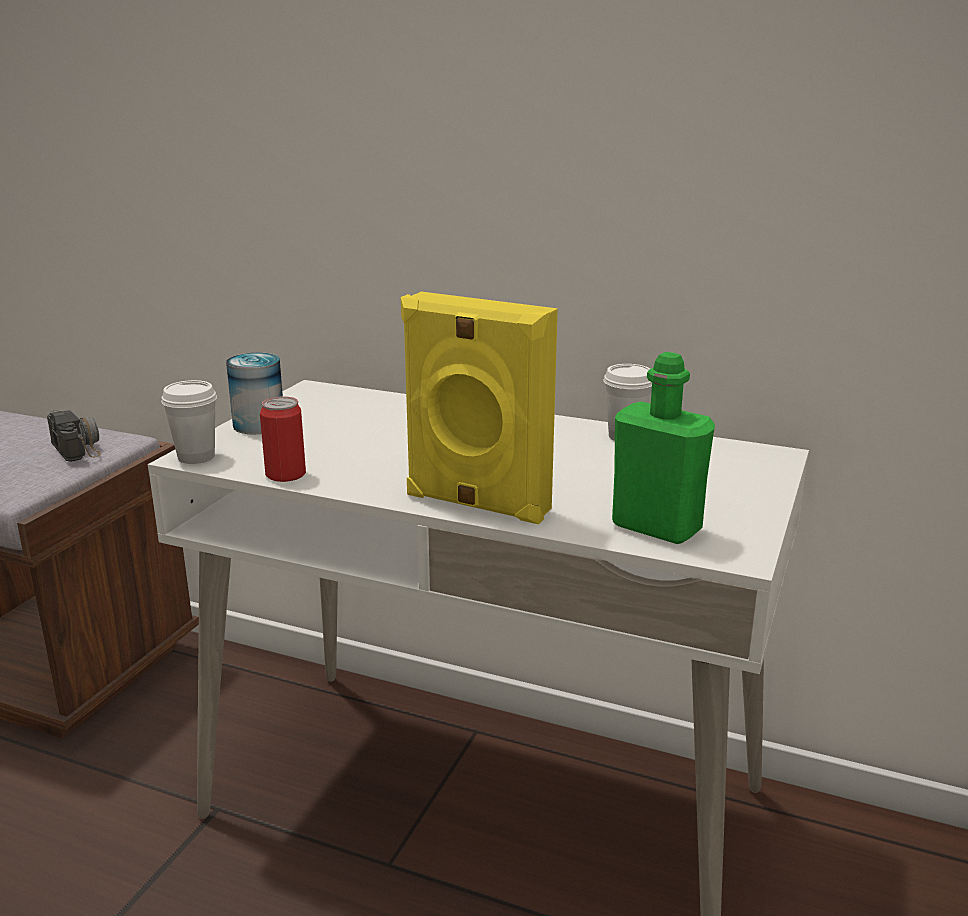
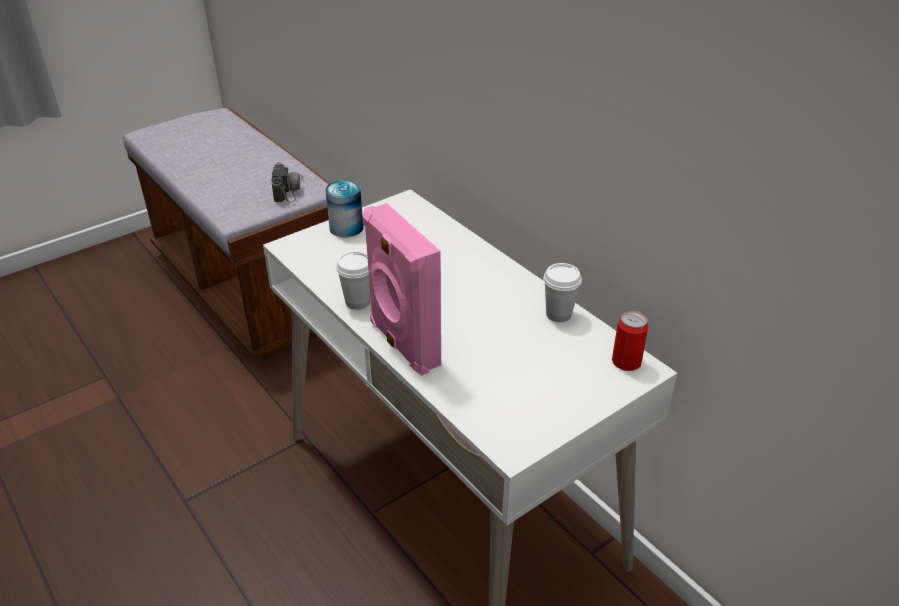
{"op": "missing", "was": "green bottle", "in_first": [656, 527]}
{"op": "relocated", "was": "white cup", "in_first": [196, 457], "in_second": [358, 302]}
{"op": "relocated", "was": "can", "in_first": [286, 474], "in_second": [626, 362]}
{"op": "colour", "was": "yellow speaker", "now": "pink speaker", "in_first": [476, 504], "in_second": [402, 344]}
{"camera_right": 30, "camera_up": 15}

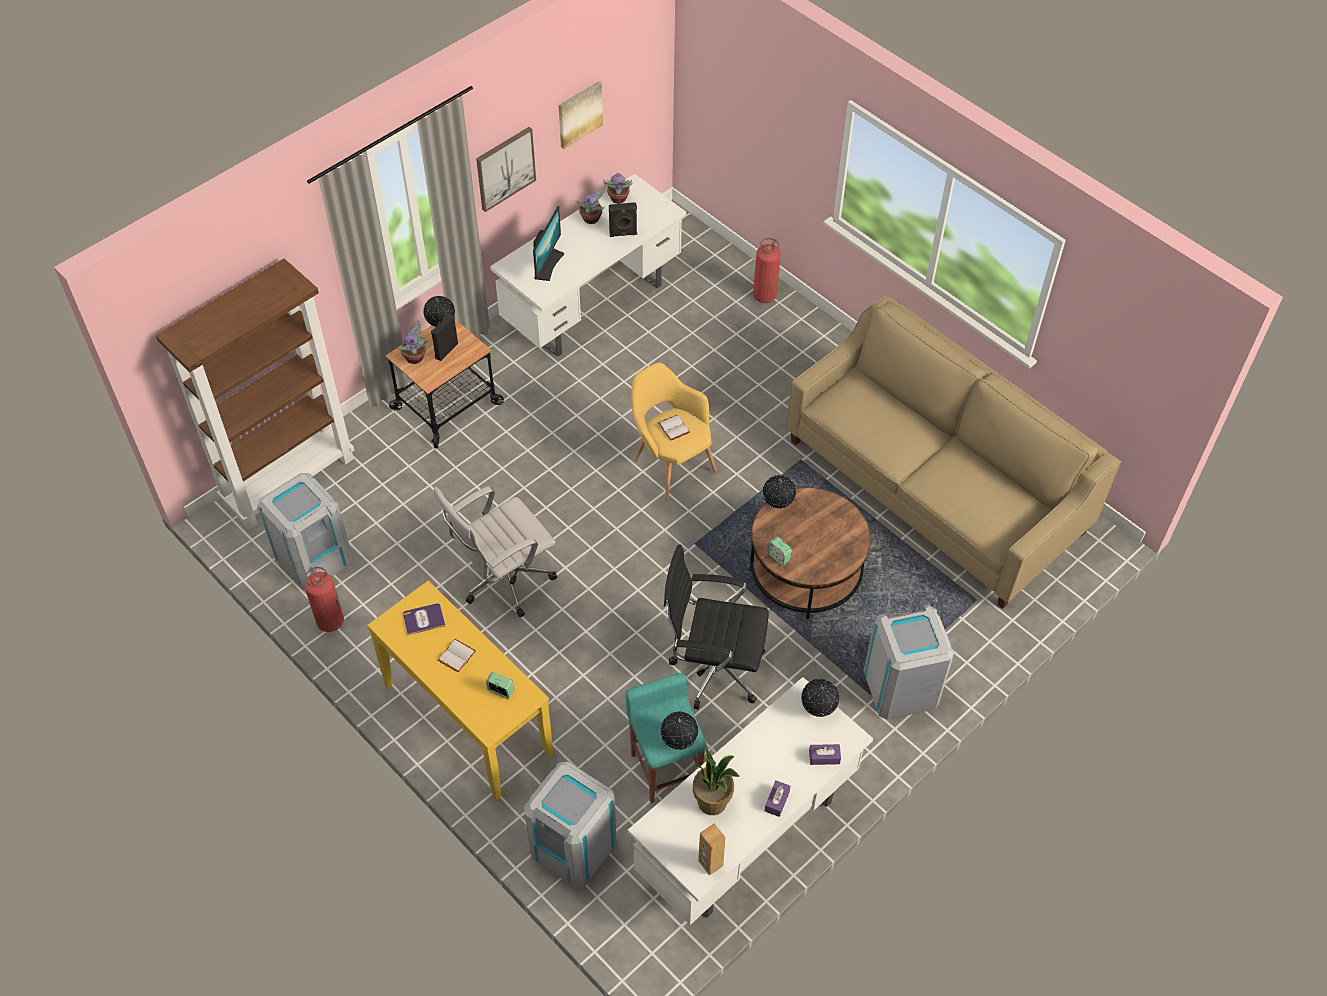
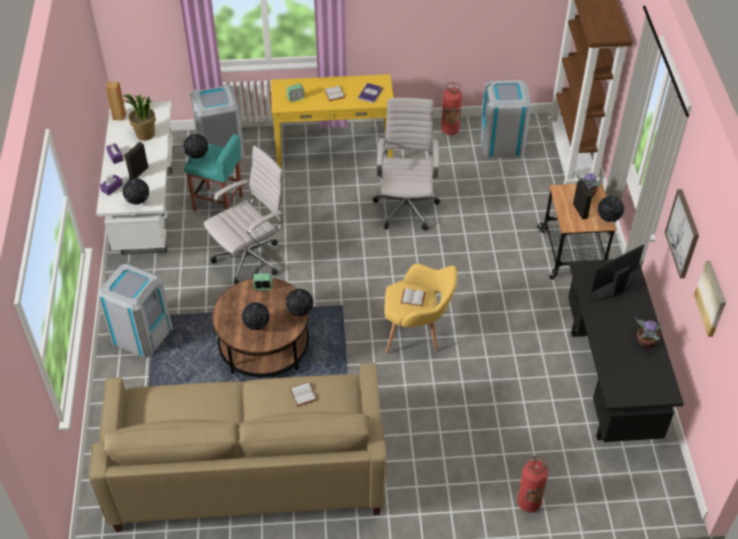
{"op": "missing", "was": "potted plant", "in_first": [618, 199]}
{"op": "appeared", "now": "globe", "in_second": [257, 327]}
{"op": "appeared", "now": "white book", "in_second": [302, 394]}
{"op": "relocated", "was": "black speaker", "in_first": [623, 234], "in_second": [138, 172]}
{"op": "colour", "was": "white desk", "now": "black desk", "in_first": [592, 305], "in_second": [609, 383]}
{"op": "colour", "was": "black office chair", "now": "white office chair", "in_first": [713, 669], "in_second": [251, 258]}
{"op": "spun", "was": "monitor", "in_first": [547, 265], "in_second": [613, 288], "clockwise": 90}
{"camera_right": 130, "camera_up": -5}

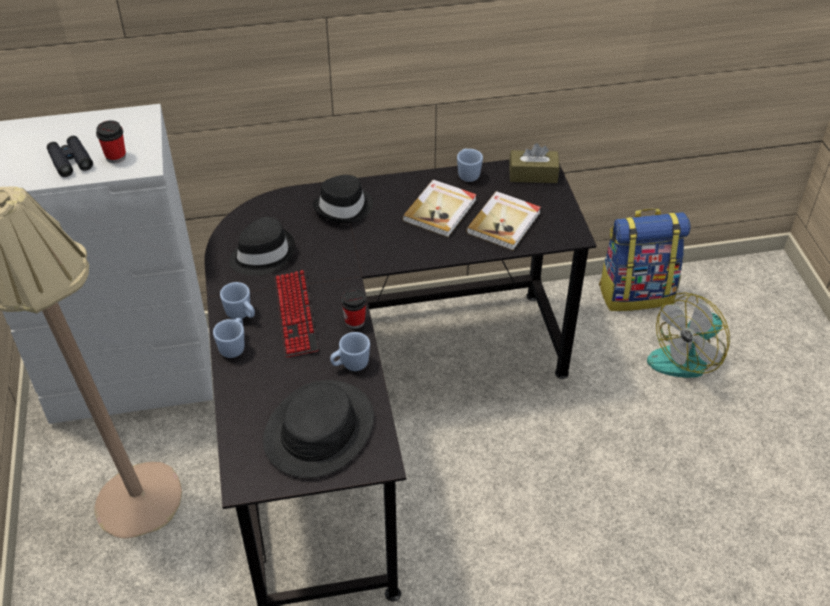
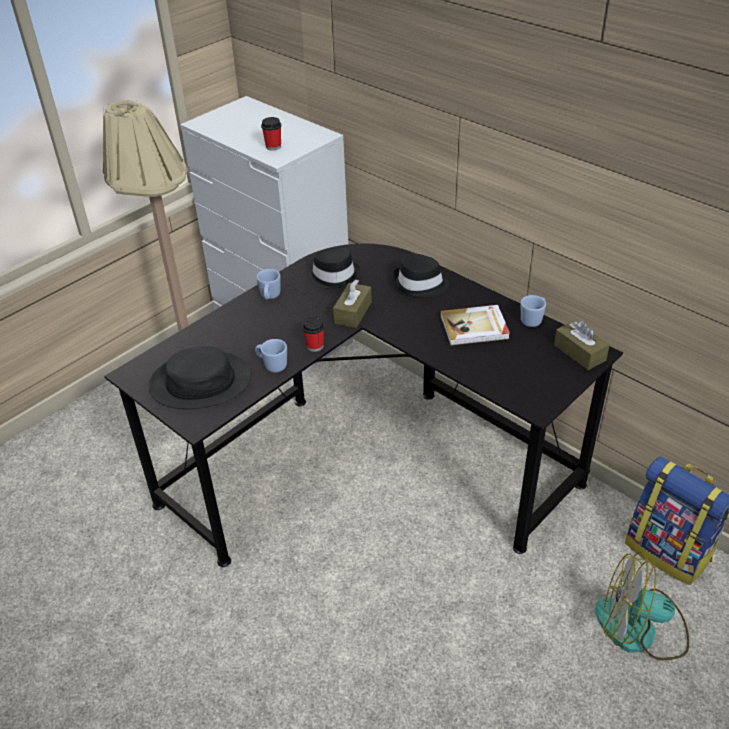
{"op": "missing", "was": "black binoculars", "in_first": [70, 161]}
{"op": "missing", "was": "blue mug", "in_first": [234, 346]}
{"op": "missing", "was": "keyboard", "in_first": [295, 314]}
{"op": "missing", "was": "book", "in_first": [505, 223]}
{"op": "appeared", "now": "brown tissue box", "in_second": [353, 312]}
{"camera_right": 55, "camera_up": -5}

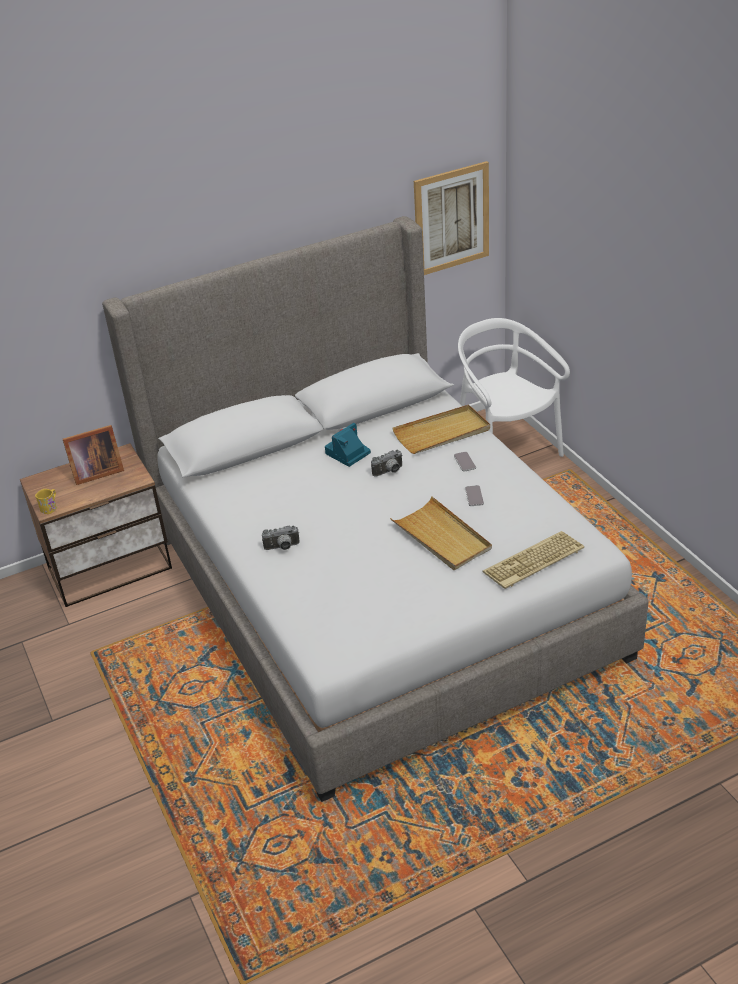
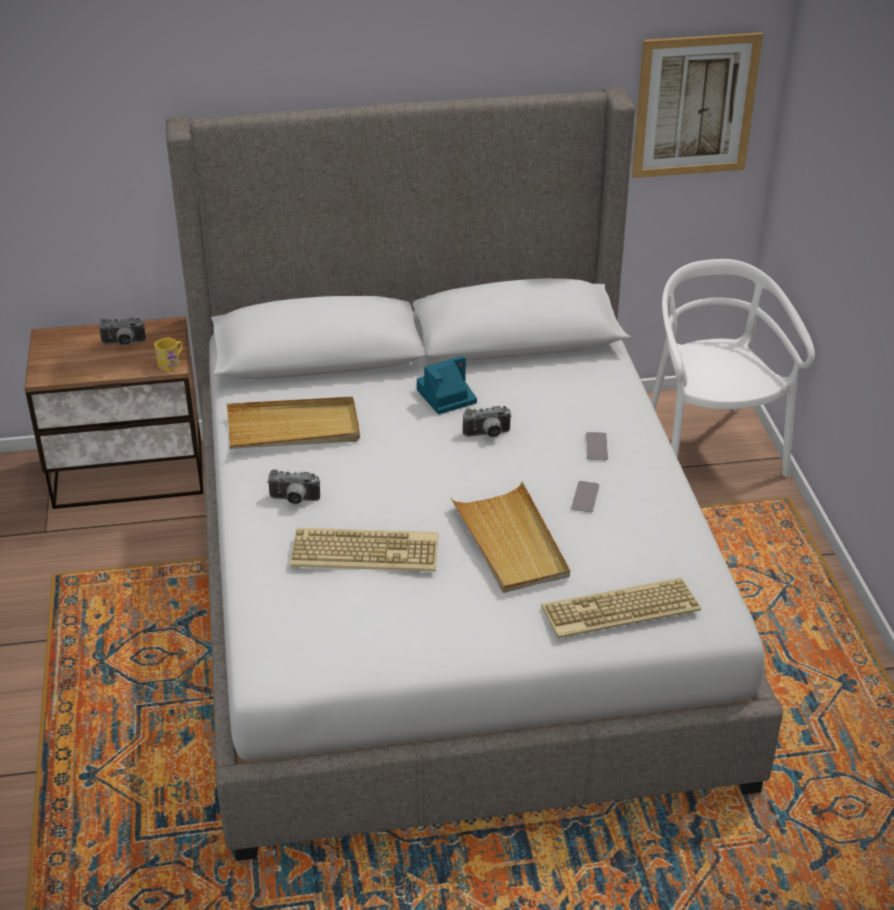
{"op": "appeared", "now": "keyboard", "in_second": [366, 550]}
{"op": "relocated", "was": "yellow mug", "in_first": [50, 507], "in_second": [172, 364]}
{"op": "relocated", "was": "beige tray", "in_first": [442, 433], "in_second": [293, 428]}
{"op": "exchanged", "was": "picture frame", "now": "photo camera", "in_first": [95, 472], "in_second": [123, 344]}
{"camera_right": 15, "camera_up": 0}

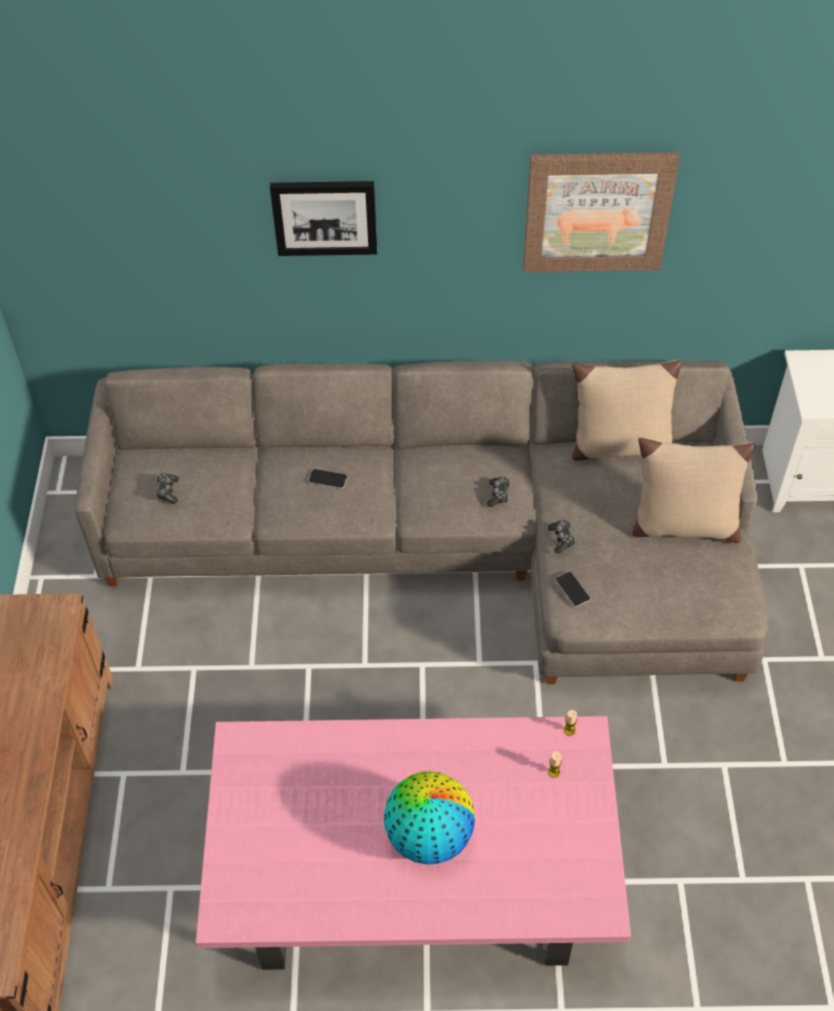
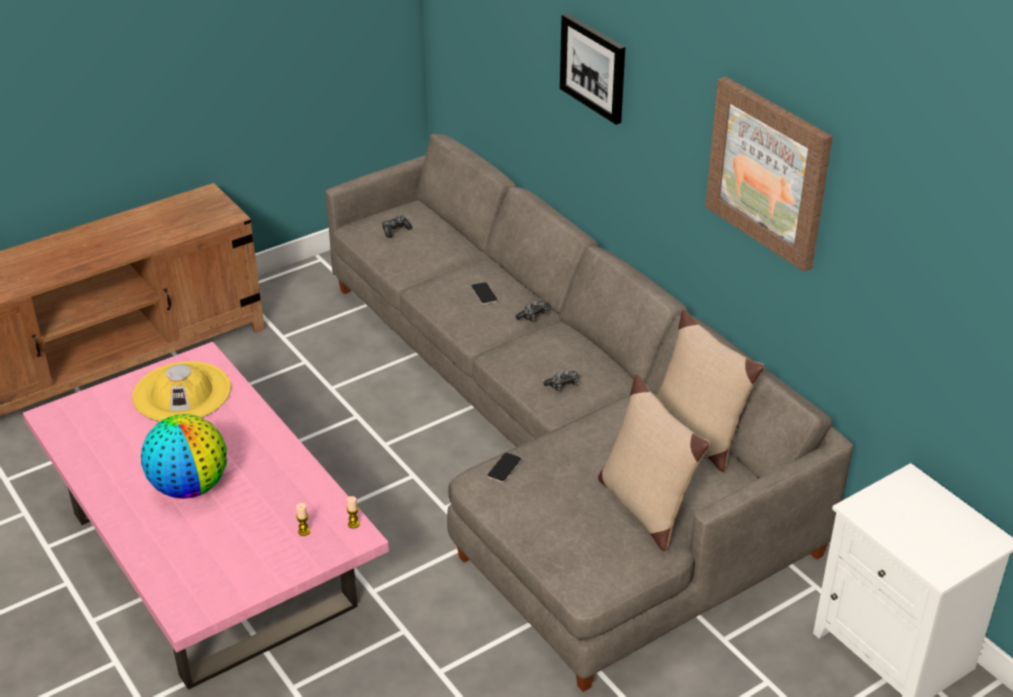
{"op": "appeared", "now": "yellow hat", "in_second": [182, 392]}
{"op": "relocated", "was": "game controller", "in_first": [561, 539], "in_second": [533, 315]}
{"camera_right": 55, "camera_up": -15}

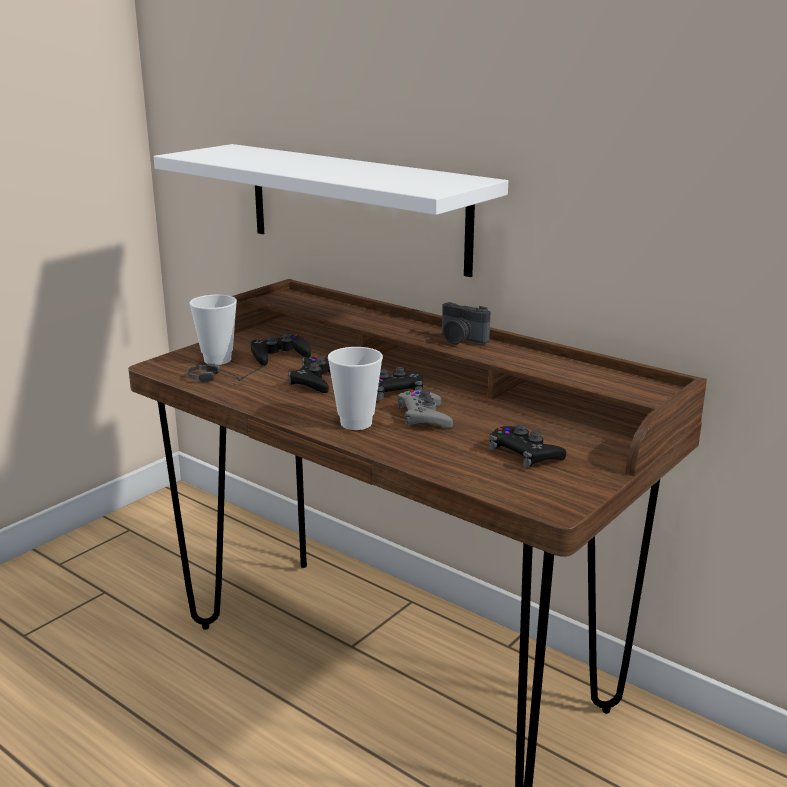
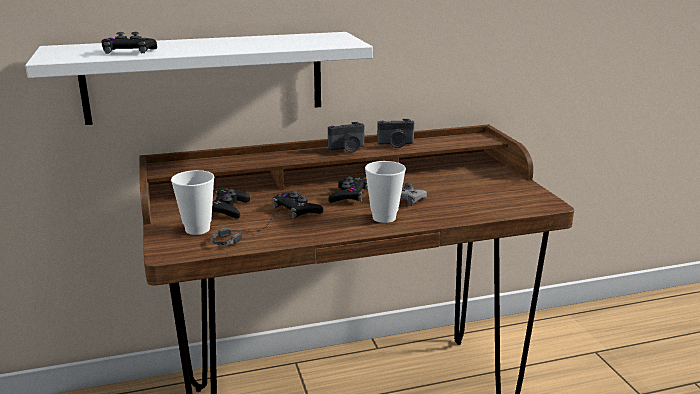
{"op": "appeared", "now": "photo camera", "in_second": [396, 144]}
{"op": "relocated", "was": "black game controller", "in_first": [525, 454], "in_second": [129, 52]}
{"camera_right": -55, "camera_up": 0}

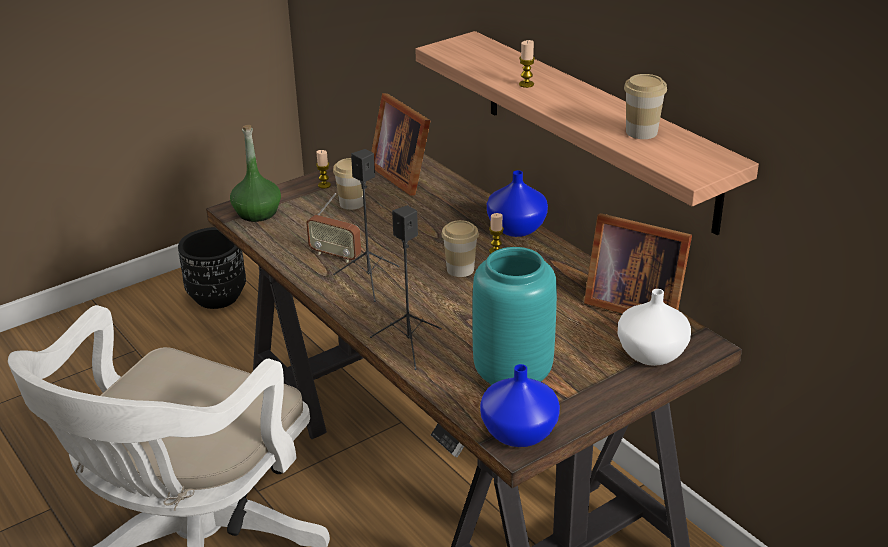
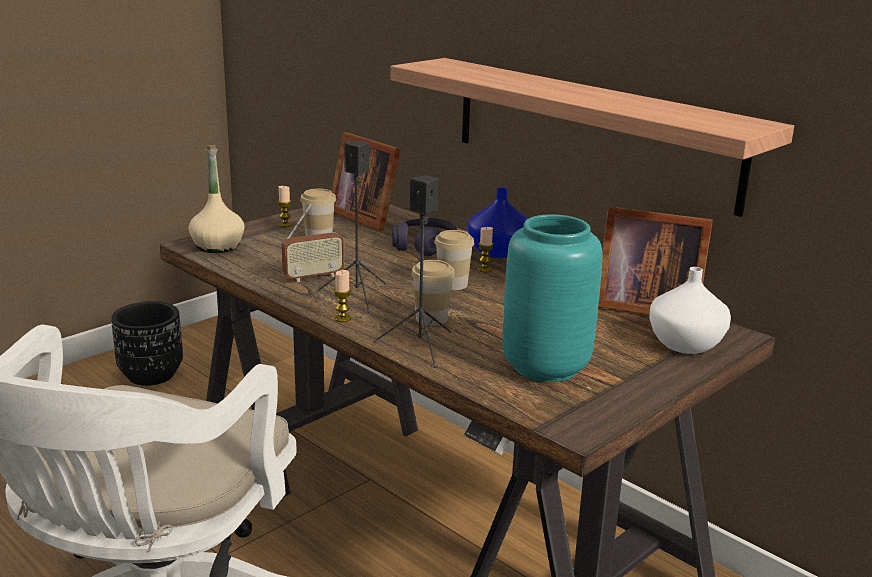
{"op": "missing", "was": "blue vase", "in_first": [517, 433]}
{"op": "appeared", "now": "purple headphones", "in_second": [424, 246]}
{"op": "relocated", "was": "candle", "in_first": [526, 84], "in_second": [342, 318]}
{"op": "relocated", "was": "cup", "in_first": [641, 132], "in_second": [431, 318]}
{"op": "colour", "was": "green bottle", "now": "beige bottle", "in_first": [257, 212], "in_second": [217, 246]}
{"op": "spun", "was": "radio", "in_first": [335, 255], "in_second": [313, 277], "clockwise": -45}
{"camera_right": -10, "camera_up": -10}

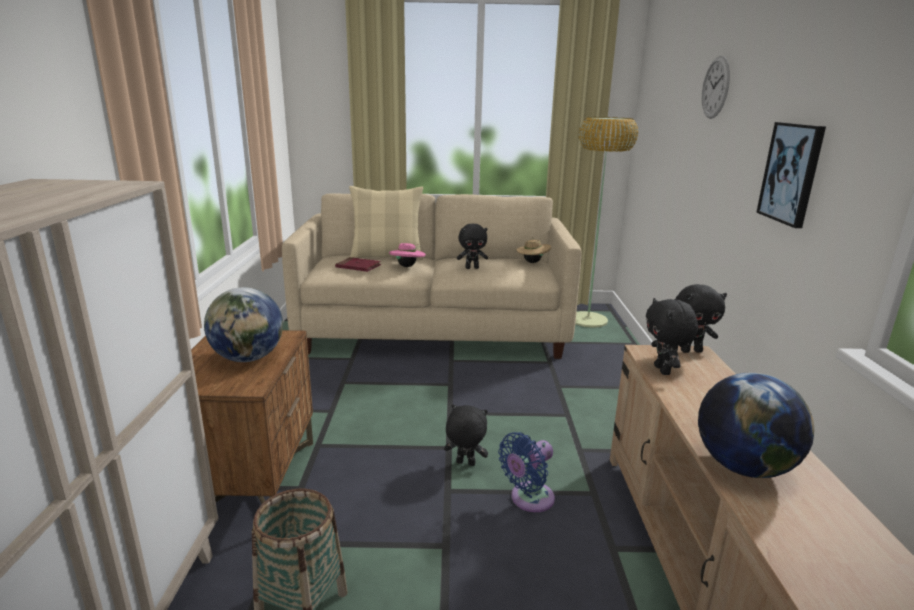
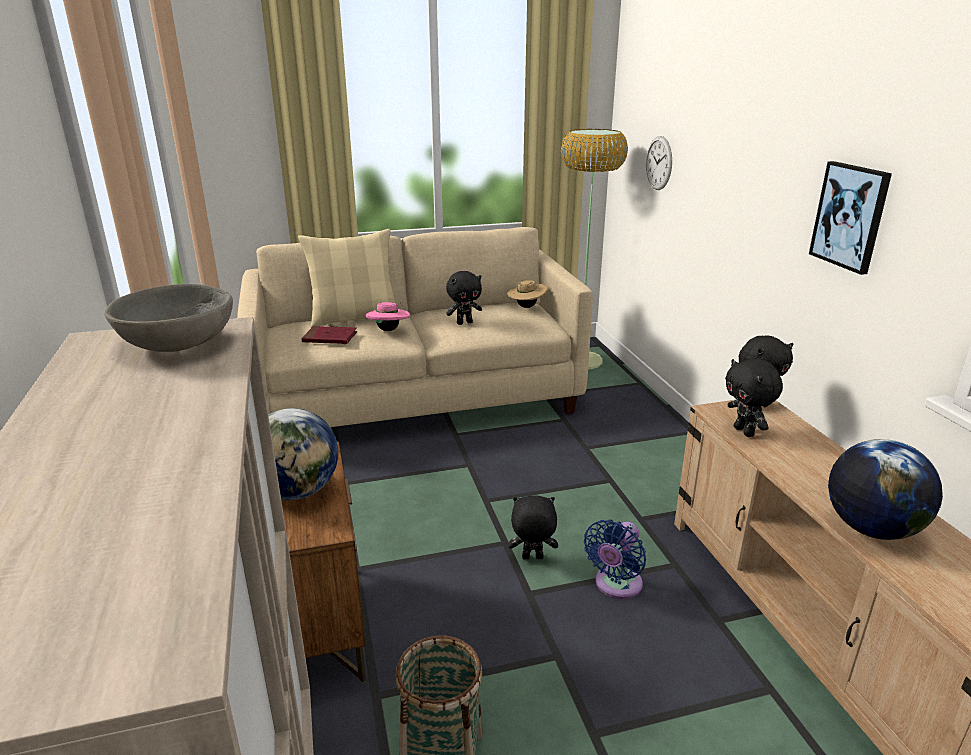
{"op": "appeared", "now": "grey bowl", "in_second": [180, 344]}
{"op": "relocated", "was": "wall clock", "in_first": [715, 87], "in_second": [659, 163]}
{"camera_right": -15, "camera_up": 5}

